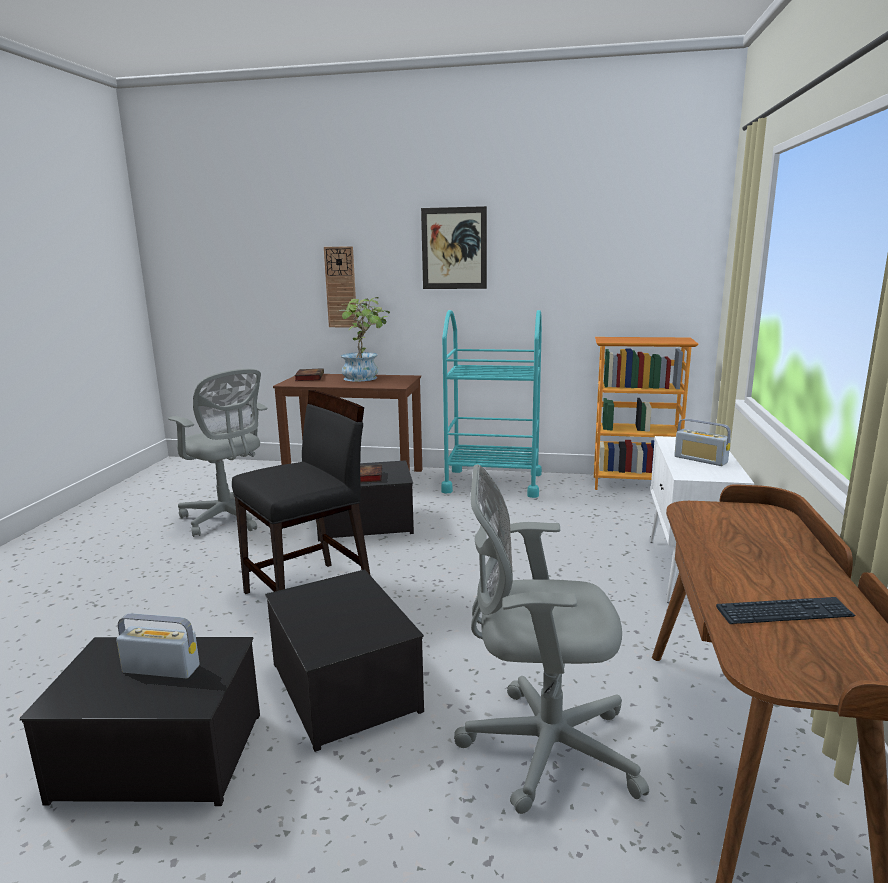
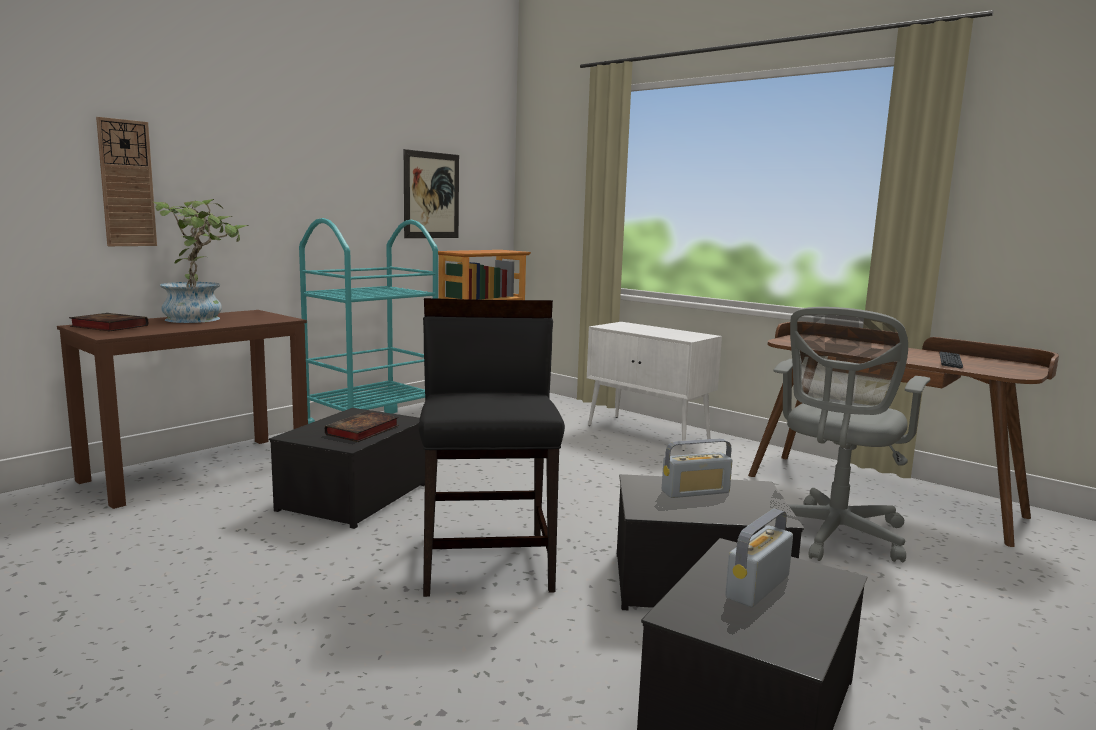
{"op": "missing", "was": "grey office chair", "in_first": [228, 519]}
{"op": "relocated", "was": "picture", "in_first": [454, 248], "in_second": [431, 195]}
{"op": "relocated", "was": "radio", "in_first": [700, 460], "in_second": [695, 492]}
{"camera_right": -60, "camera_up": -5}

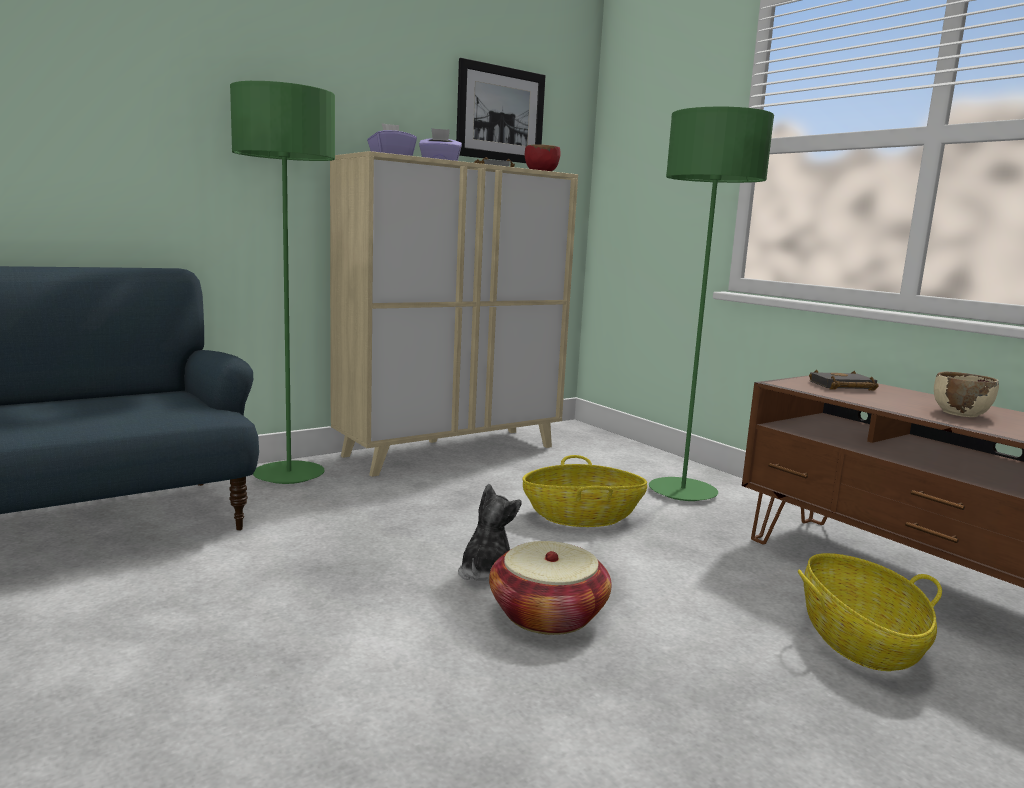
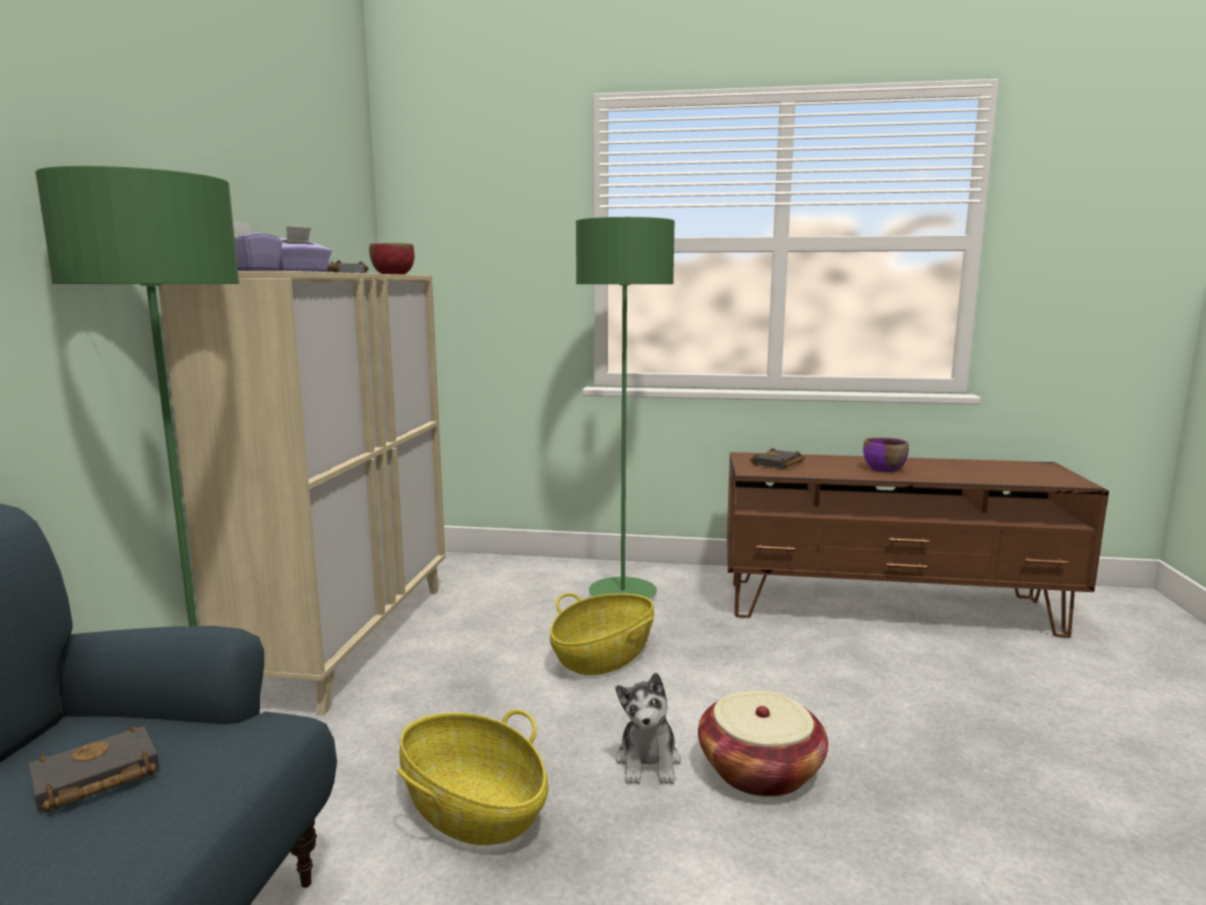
{"op": "missing", "was": "picture", "in_first": [500, 114]}
{"op": "appeared", "now": "black book", "in_second": [93, 779]}
{"op": "relocated", "was": "basket", "in_first": [859, 640], "in_second": [473, 810]}
{"op": "colour", "was": "beige bowl", "now": "purple bowl", "in_first": [960, 413], "in_second": [883, 469]}
{"op": "spun", "was": "plush toy", "in_first": [486, 573], "in_second": [648, 762], "clockwise": -150}
{"camera_right": -45, "camera_up": 0}

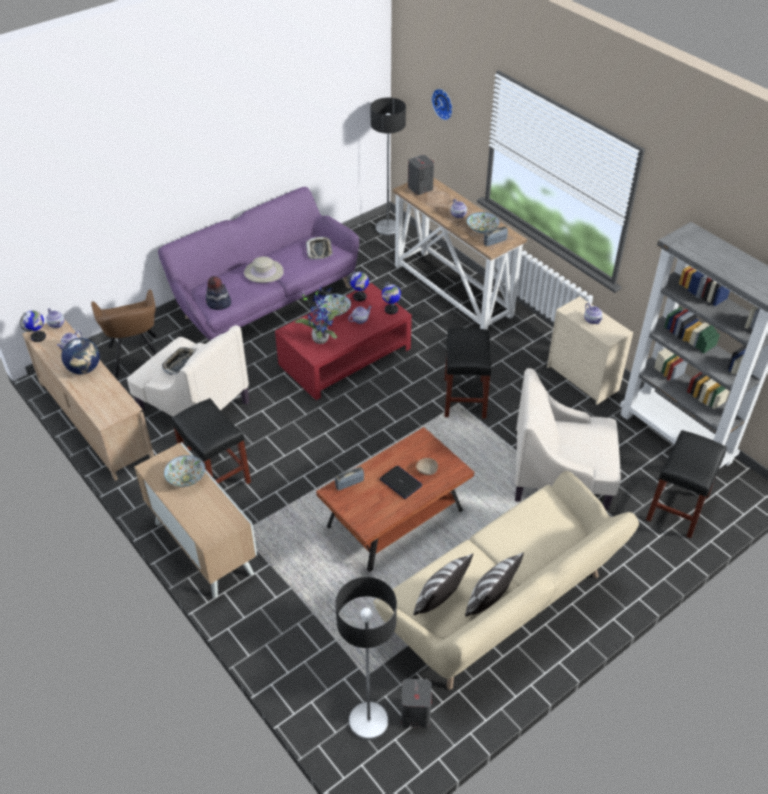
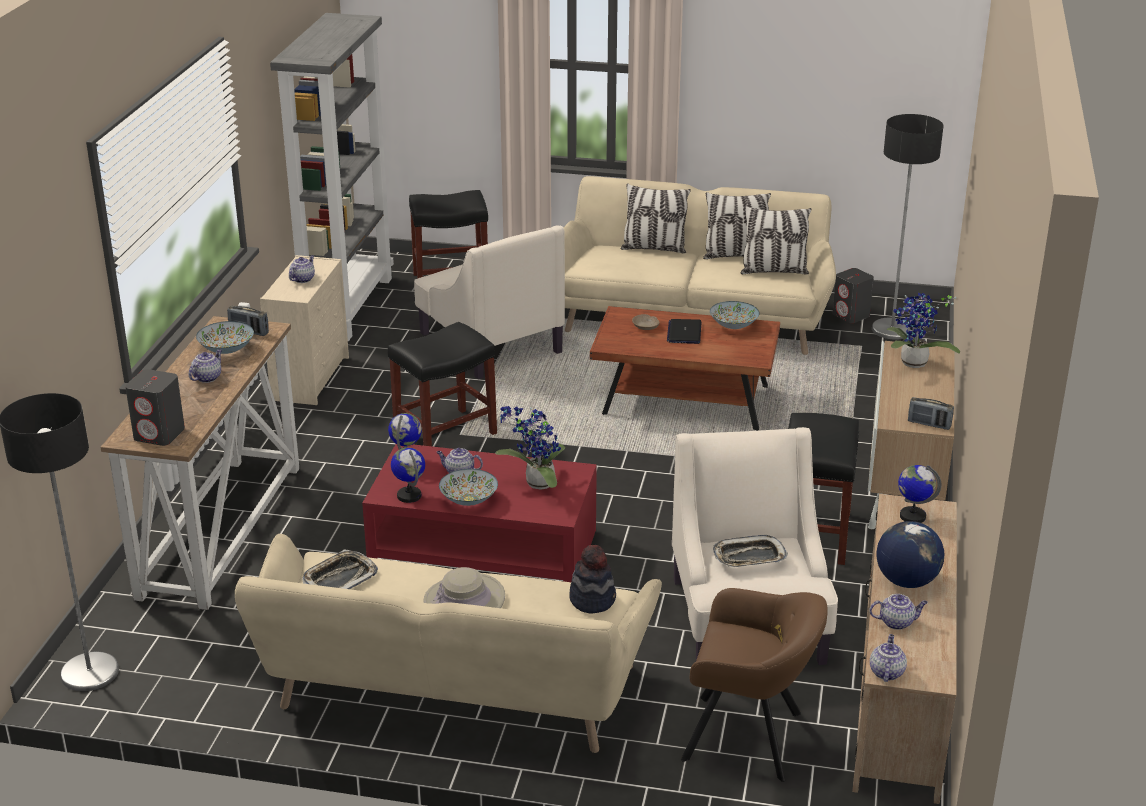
{"op": "missing", "was": "wall clock", "in_first": [444, 103]}
{"op": "appeared", "now": "pillow", "in_second": [654, 248]}
{"op": "appeared", "now": "potted plant", "in_second": [913, 364]}
{"op": "relocated", "was": "globe", "in_first": [38, 337], "in_second": [912, 516]}
{"op": "relocated", "was": "bowl", "in_first": [186, 478], "in_second": [733, 325]}
{"op": "relocated", "was": "radio", "in_first": [349, 484], "in_second": [929, 424]}
{"op": "colour", "was": "purple sofa", "now": "beige sofa", "in_first": [264, 300], "in_second": [451, 693]}
{"op": "spun", "was": "brown armchair", "in_first": [136, 359], "in_second": [749, 738], "clockwise": 75}
{"camera_right": -130, "camera_up": -15}

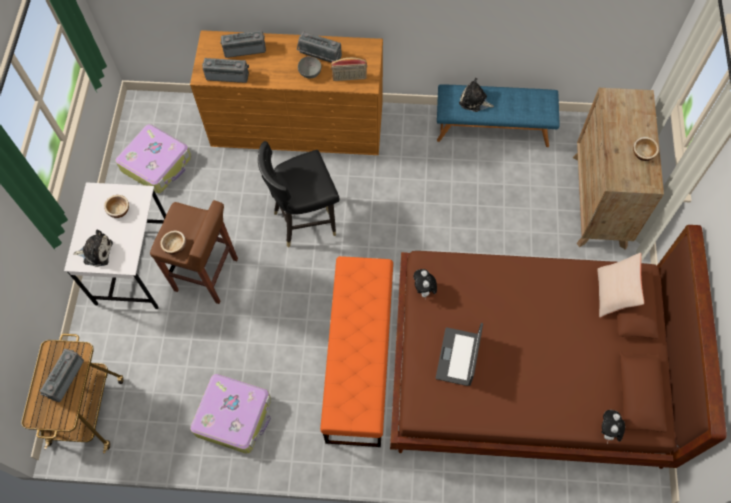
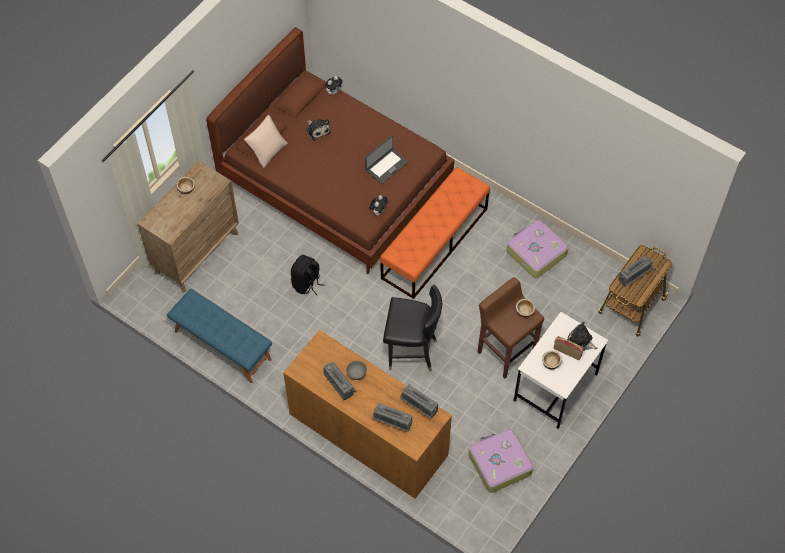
{"op": "appeared", "now": "black backpack", "in_second": [307, 283]}
{"op": "relocated", "was": "radio", "in_first": [349, 78], "in_second": [567, 352]}
{"op": "relocated", "was": "plush toy", "in_first": [474, 101], "in_second": [317, 130]}
{"camera_right": -150, "camera_up": -5}

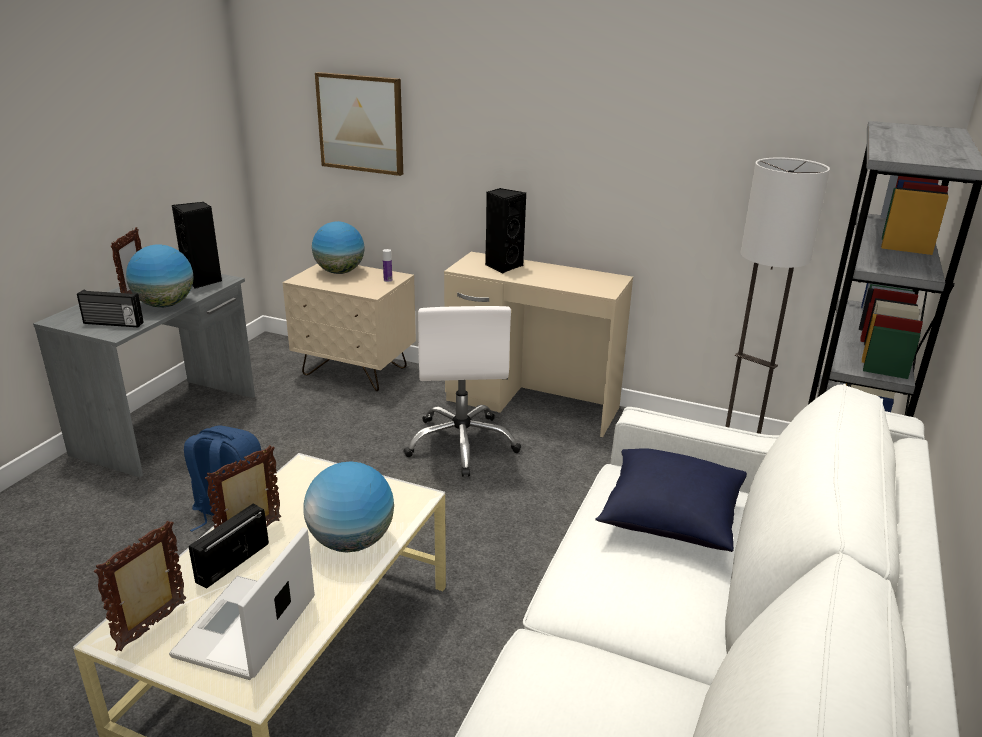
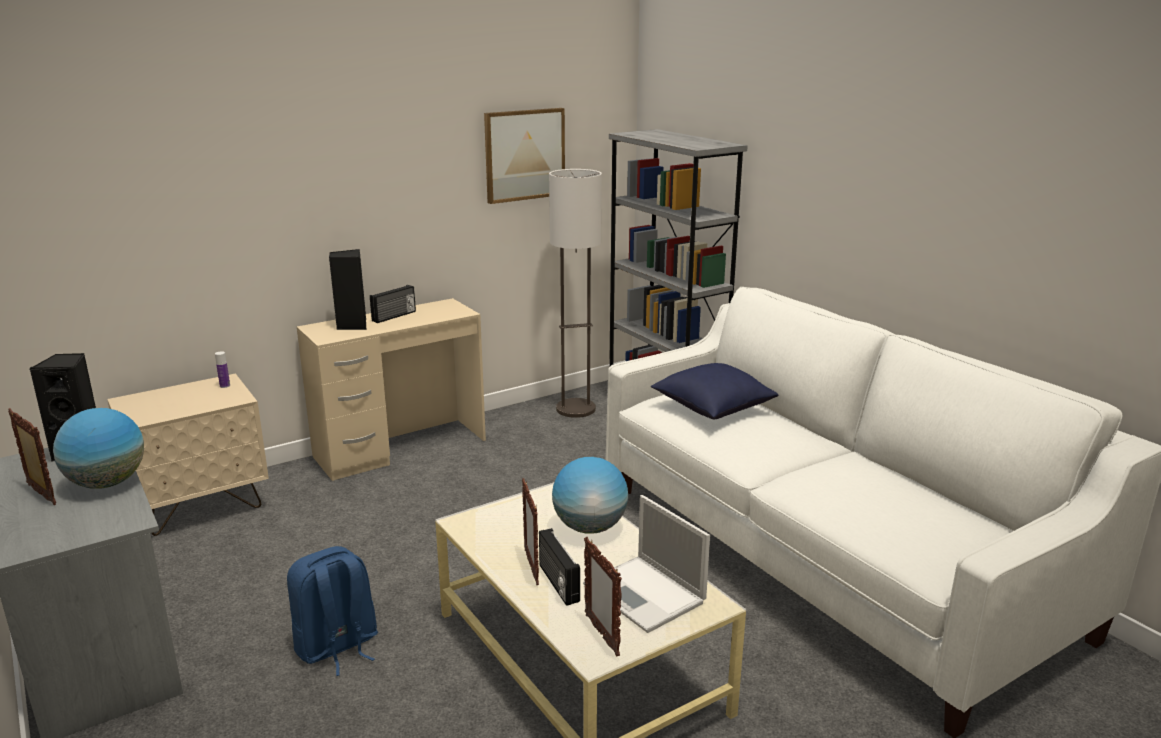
{"op": "missing", "was": "globe", "in_first": [339, 272]}
{"op": "missing", "was": "white office chair", "in_first": [462, 444]}
{"op": "relocated", "was": "radio", "in_first": [113, 323], "in_second": [394, 316]}
{"op": "relocated", "was": "picture", "in_first": [361, 123], "in_second": [524, 155]}
{"camera_right": -55, "camera_up": -5}

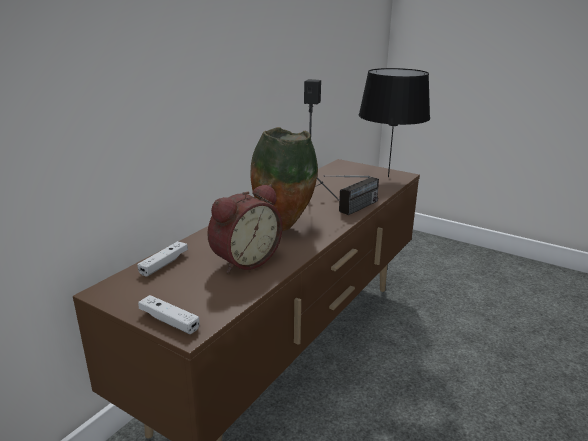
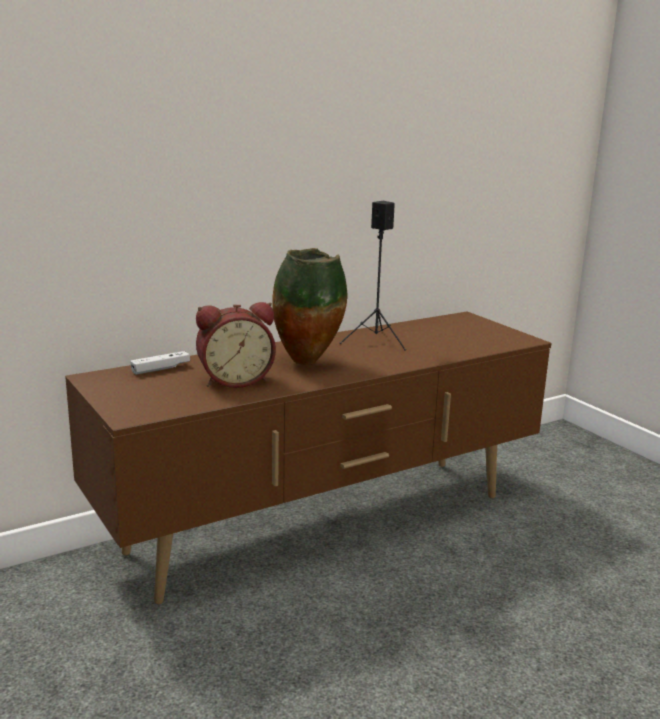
{"op": "missing", "was": "white game controller", "in_first": [169, 321]}
{"op": "missing", "was": "radio", "in_first": [351, 210]}
{"op": "missing", "was": "black table lamp", "in_first": [388, 177]}
{"camera_right": 25, "camera_up": -5}

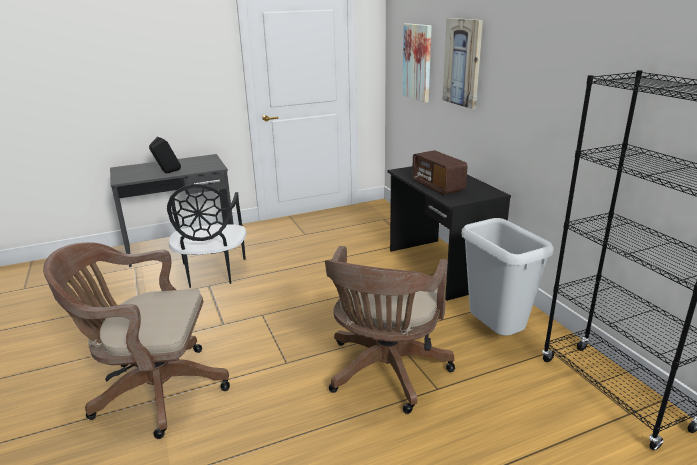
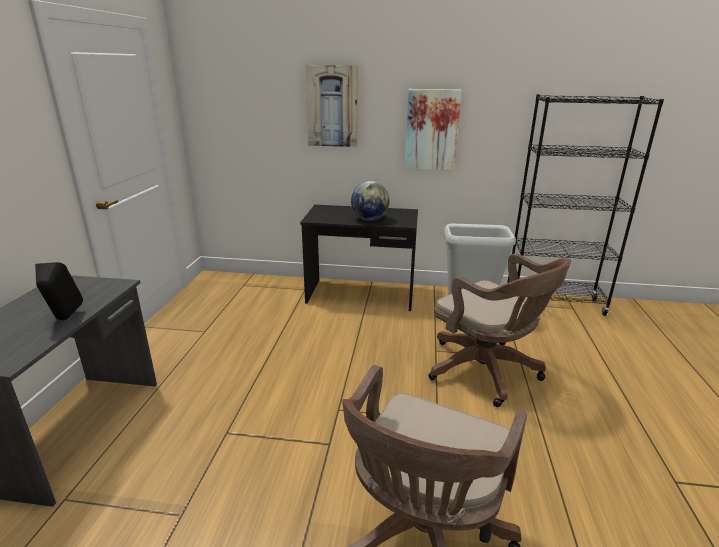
{"op": "missing", "was": "black chair", "in_first": [212, 273]}
{"op": "relocated", "was": "picture", "in_first": [417, 62], "in_second": [432, 130]}
{"op": "exchanged", "was": "radio", "now": "globe", "in_first": [438, 186], "in_second": [370, 219]}
{"camera_right": -60, "camera_up": 0}

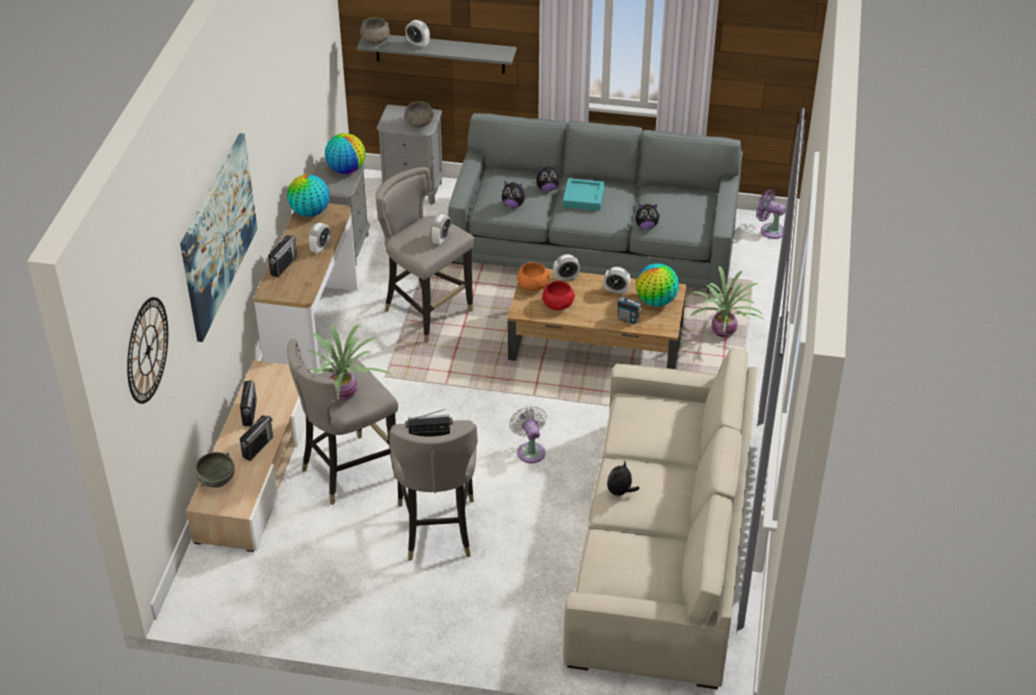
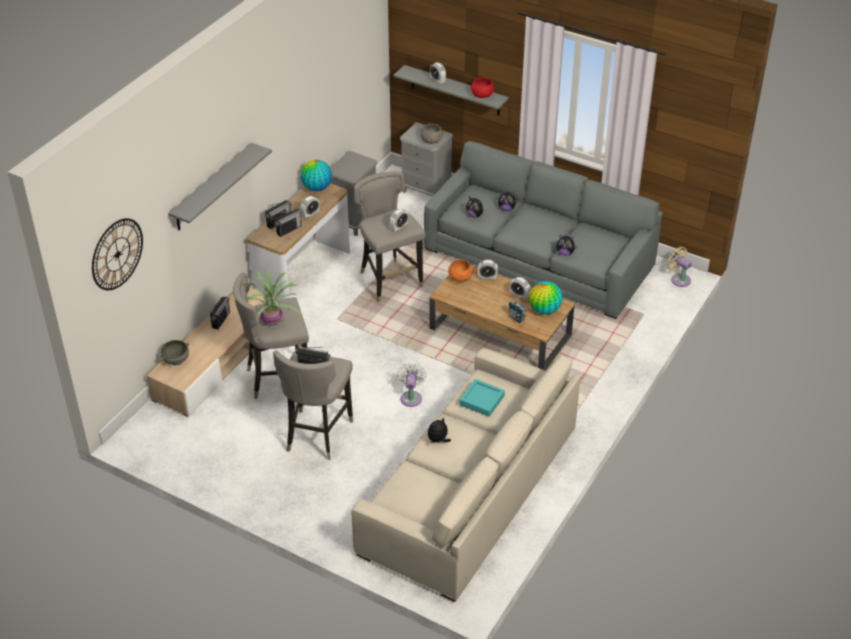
{"op": "missing", "was": "globe", "in_first": [346, 170]}
{"op": "missing", "was": "grey bowl", "in_first": [375, 40]}
{"op": "missing", "was": "potted plant", "in_first": [724, 331]}
{"op": "relocated", "was": "radio", "in_first": [258, 447], "in_second": [289, 230]}
{"op": "relocated", "was": "red bowl", "in_first": [558, 305], "in_second": [482, 95]}
{"op": "relocated", "was": "turquoise tray", "in_first": [583, 198], "in_second": [482, 400]}
{"op": "exchanged", "was": "picture", "now": "grey shelf", "in_first": [218, 235], "in_second": [212, 187]}
{"op": "colour", "was": "purple fan", "now": "beige fan", "in_first": [770, 230], "in_second": [679, 279]}
{"camera_right": 20, "camera_up": 0}

